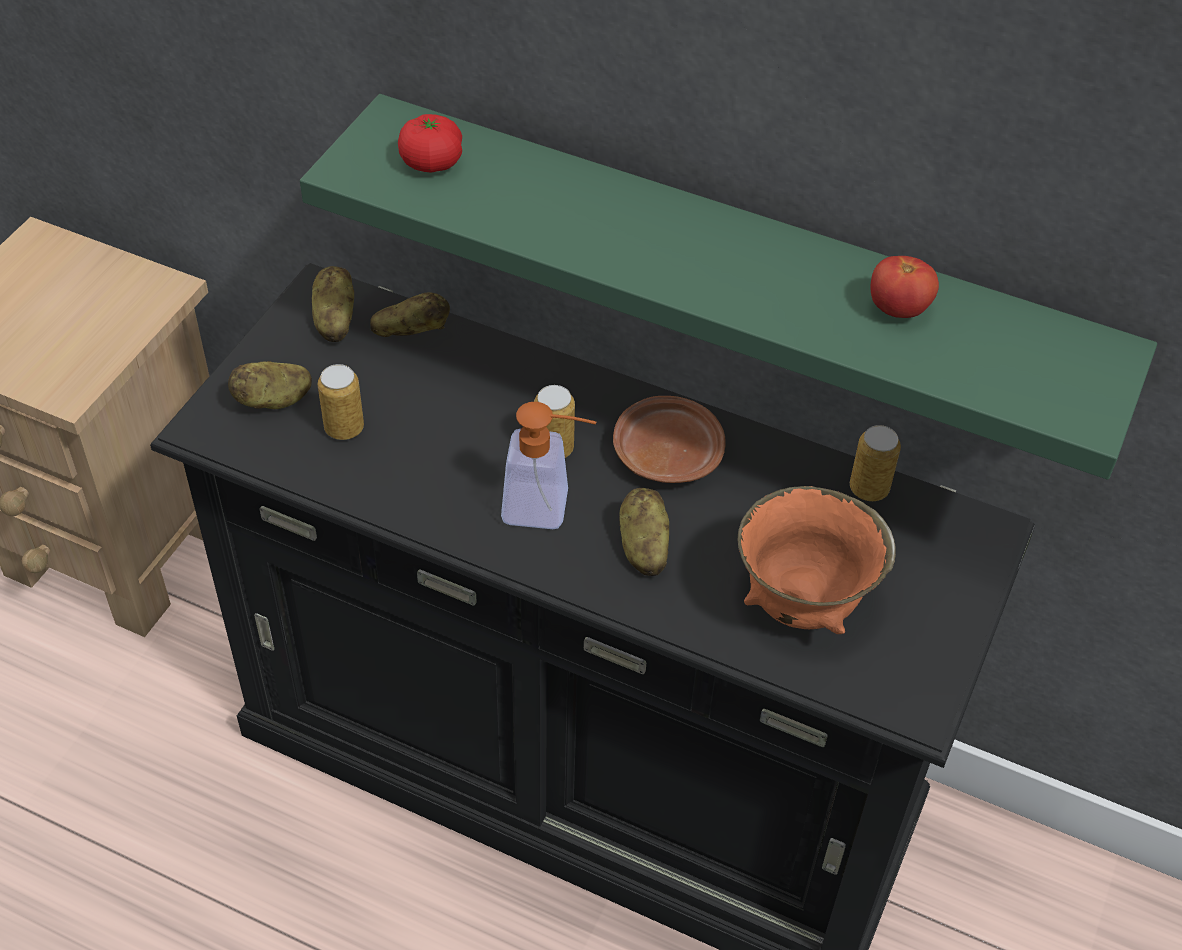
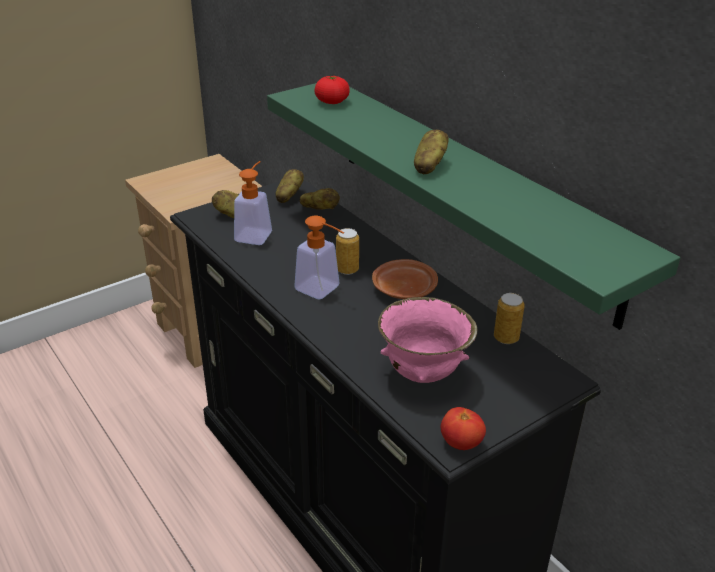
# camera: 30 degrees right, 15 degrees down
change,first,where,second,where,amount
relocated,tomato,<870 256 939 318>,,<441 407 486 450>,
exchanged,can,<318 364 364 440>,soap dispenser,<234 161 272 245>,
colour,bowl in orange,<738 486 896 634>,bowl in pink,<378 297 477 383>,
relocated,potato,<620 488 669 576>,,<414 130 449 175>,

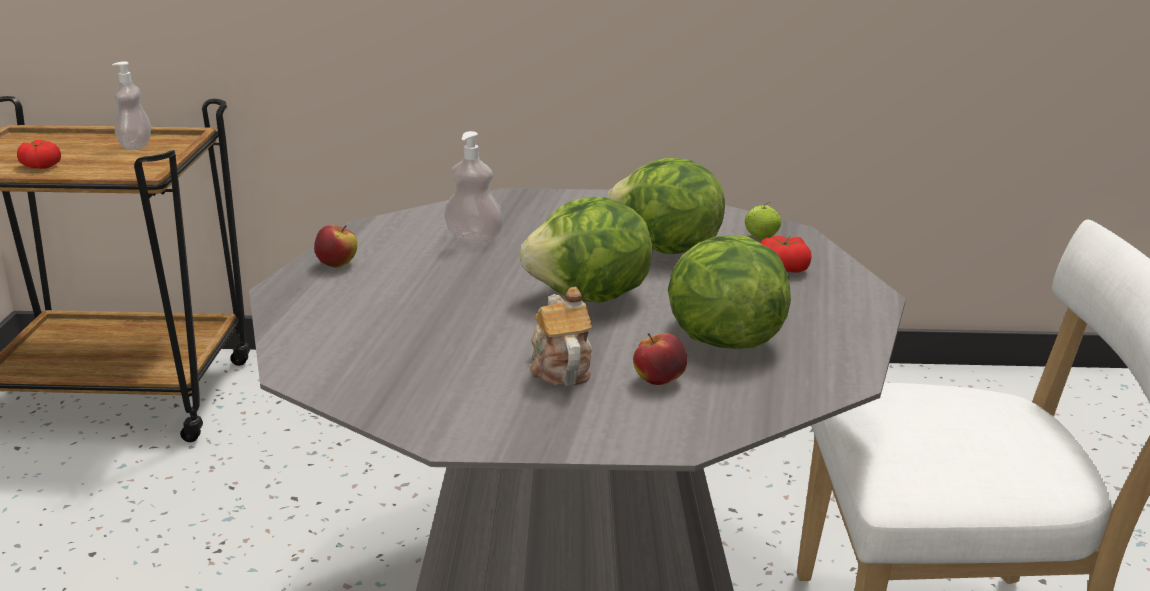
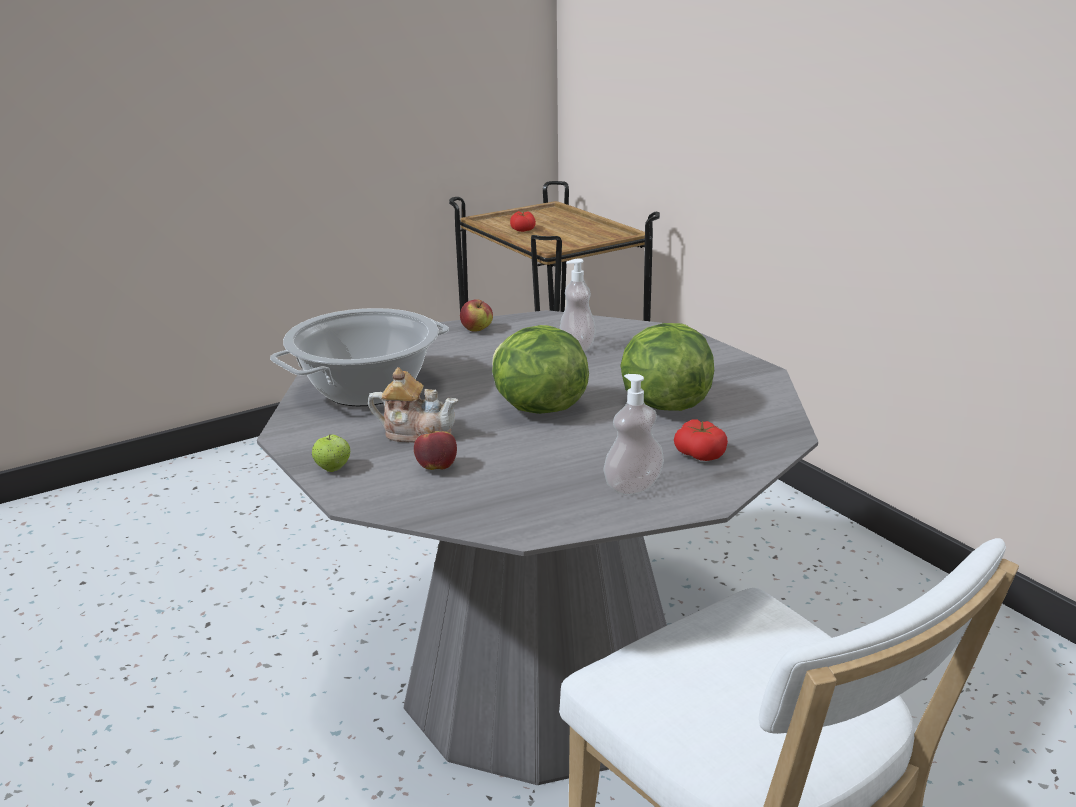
# camera: 55 degrees right, 0 degrees up
change,first,where,second,where,amount
relocated,soap dispenser,<112 61 151 150>,,<603 374 664 495>,
relocated,apple,<745 202 781 240>,,<312 434 350 472>,
missing,lettuce,<668 235 791 349>,,,
spun,teapot,<530 287 592 386>,,<368 367 458 443>,60 degrees clockwise
appeared,,,cooking pot,<270 308 449 406>,

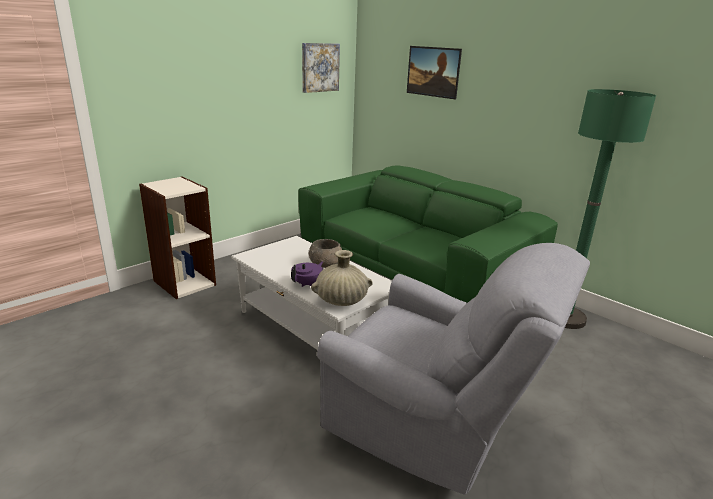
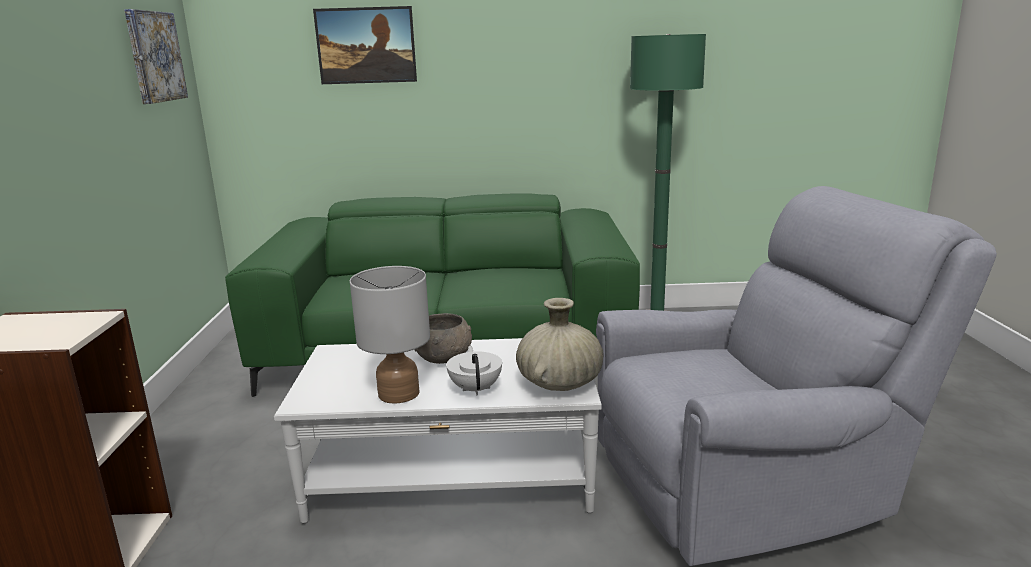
# camera: 45 degrees left, 5 degrees down
change,first,where,second,where,amount
colour,teapot in purple,<291 261 323 287>,teapot in white,<446 346 502 396>,
appeared,,,table lamp in grey,<350 266 430 403>,

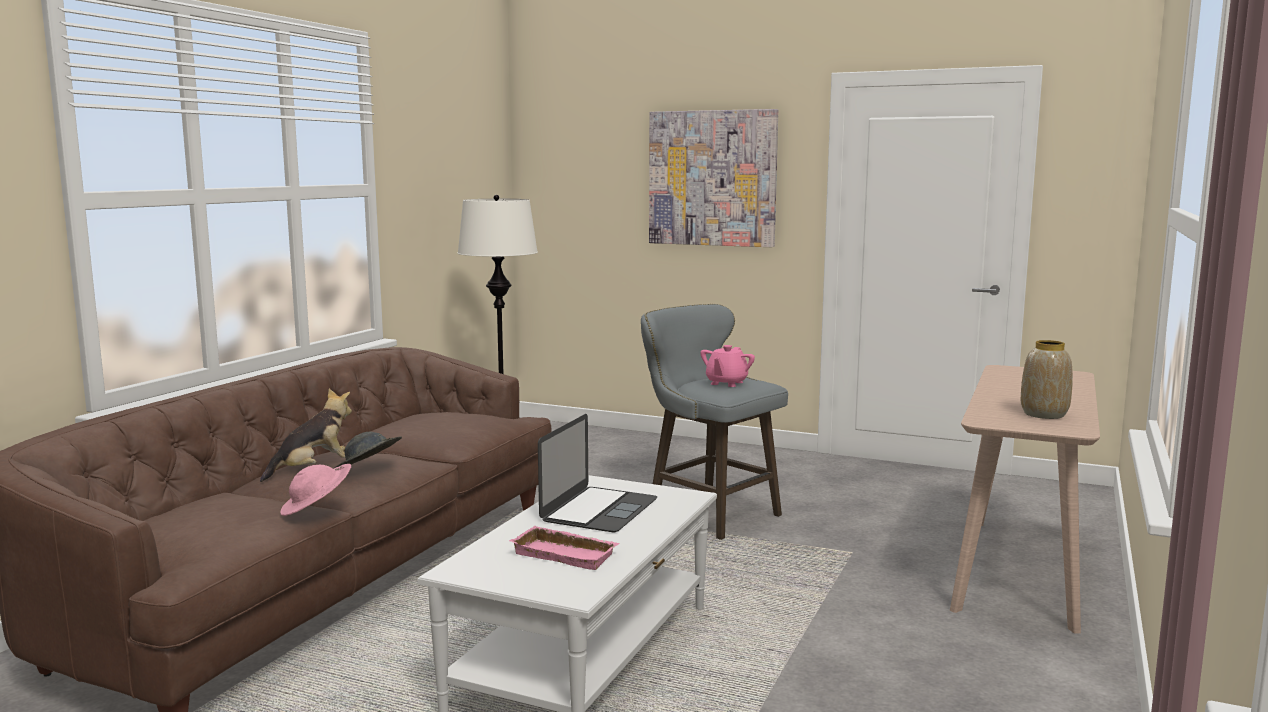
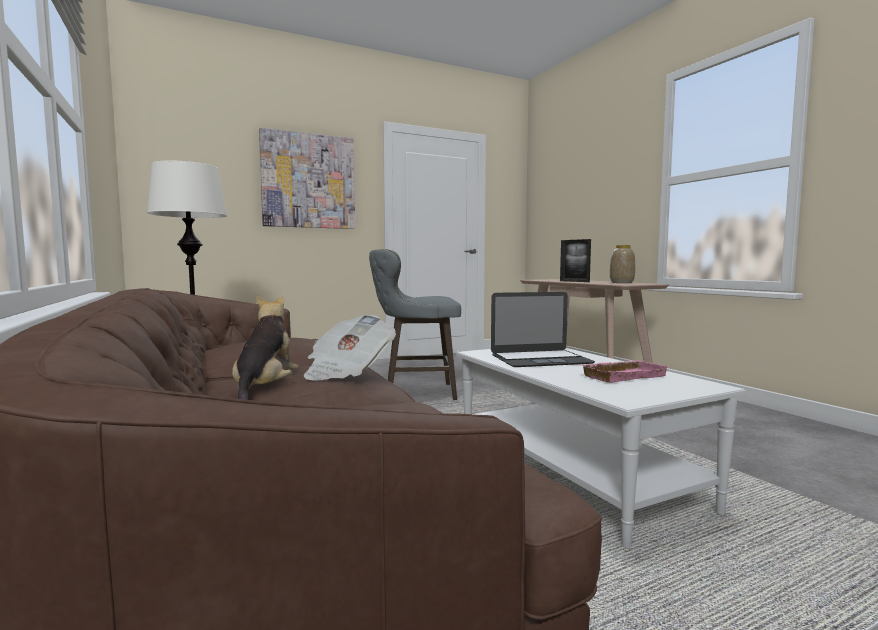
# camera: 50 degrees left, 5 degrees down
change,first,where,second,where,amount
missing,teapot in pink,<700 345 755 387>,,,
spun,laptop,<538 414 657 532>,,<491 292 595 367>,105 degrees clockwise
exchanged,hat in grey,<334 432 402 468>,newspaper,<304 315 396 381>,
missing,hat in pink,<281 464 351 516>,,,
appeared,,,picture frame,<560 239 591 282>,

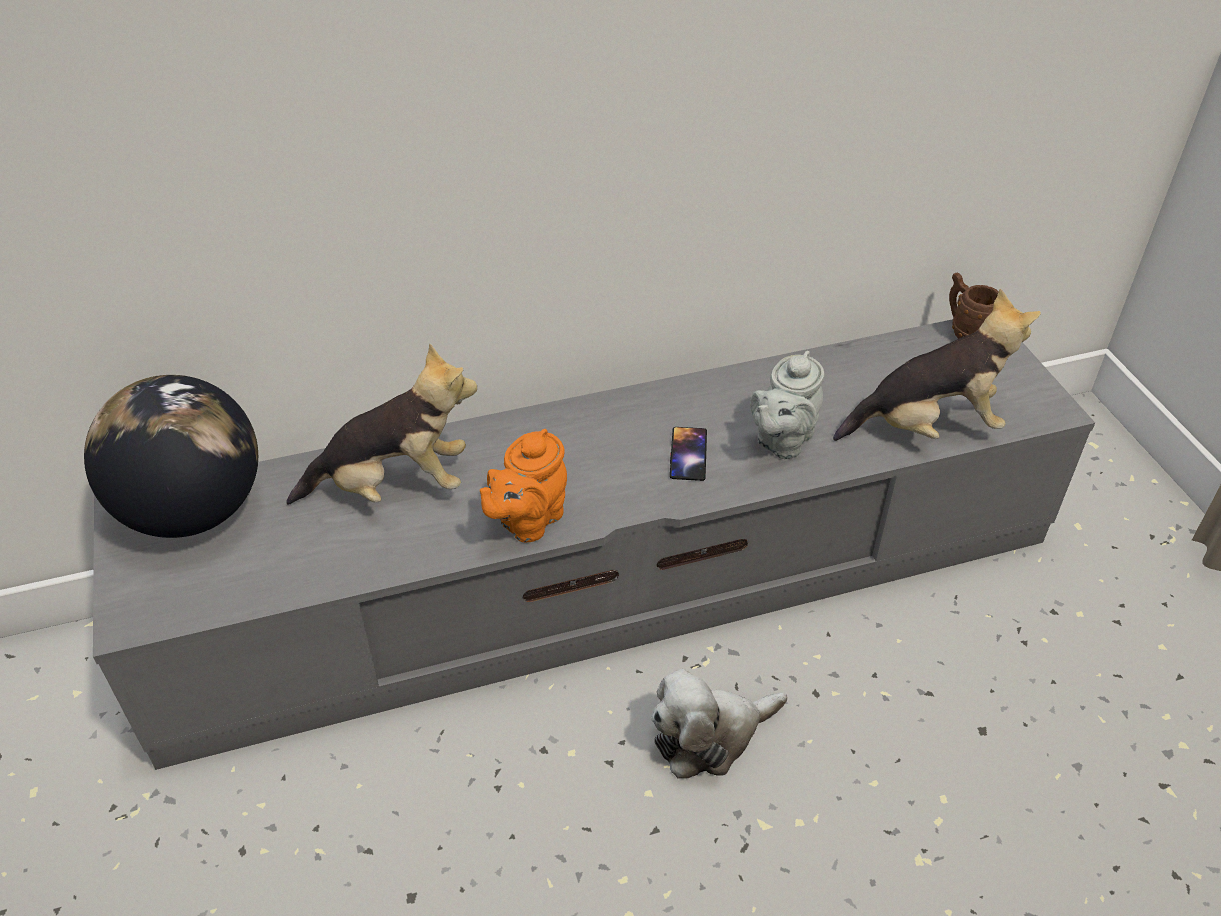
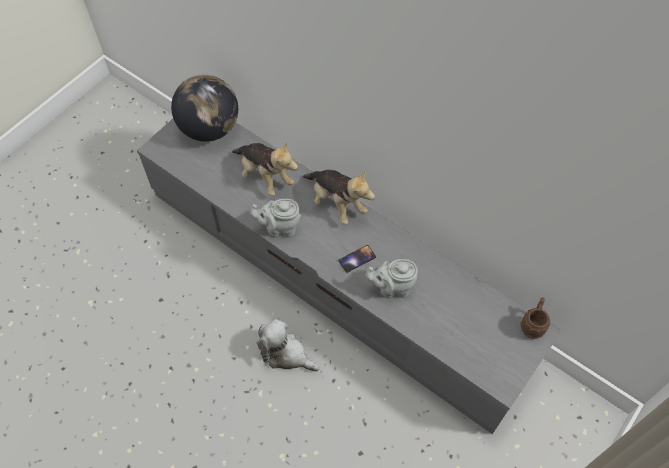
# camera: 55 degrees right, 15 degrees up
change,first,where,second,where,amount
relocated,plush toy,<833 289 1041 441>,,<303 170 375 224>,
colour,teapot in orange,<480 429 567 542>,teapot in grey,<250 199 301 237>,

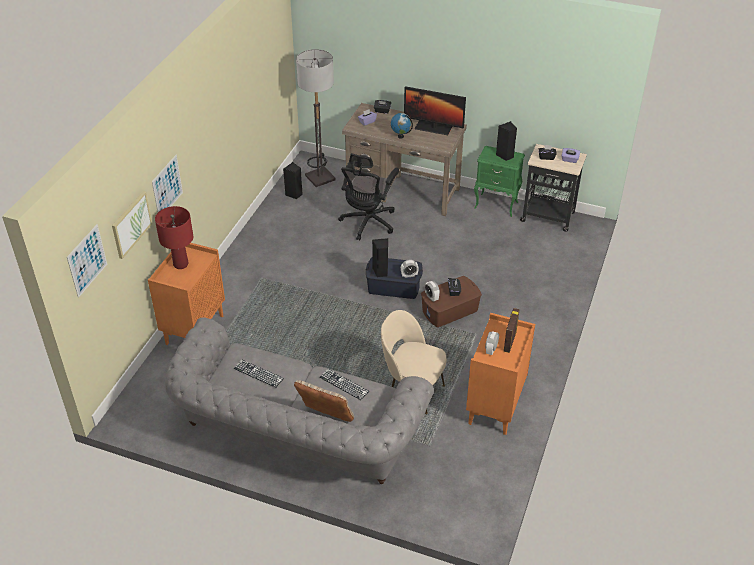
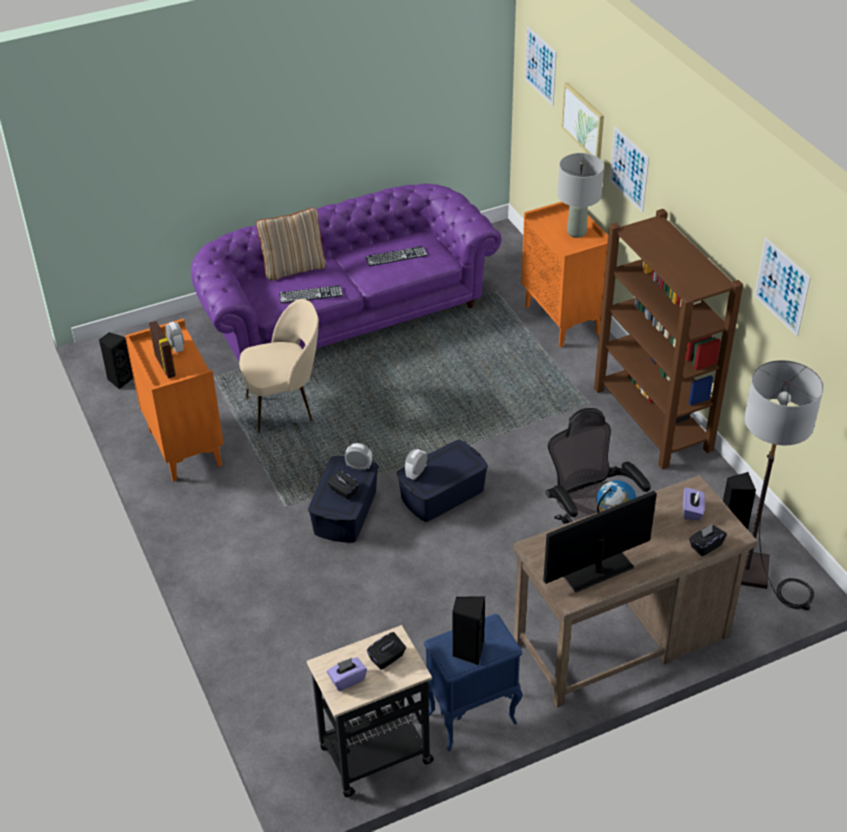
# camera: 135 degrees right, 0 degrees up
change,first,where,second,where,amount
colour,nightstand in green,<474 146 525 217>,nightstand in blue,<424 614 523 752>,
colour,table lamp in red,<155 206 193 269>,table lamp in grey,<558 153 604 238>,
relocated,speaker in black,<372 238 388 278>,,<99 332 134 389>,
colour,storage box in brown,<421 276 482 327>,storage box in blue,<308 456 379 543>,
colour,sofa in grey,<165 318 434 484>,sofa in purple,<191 184 501 361>,
appeared,,,bookcase in brown,<594 209 743 469>,
appeared,,,picture,<754 237 811 336>,

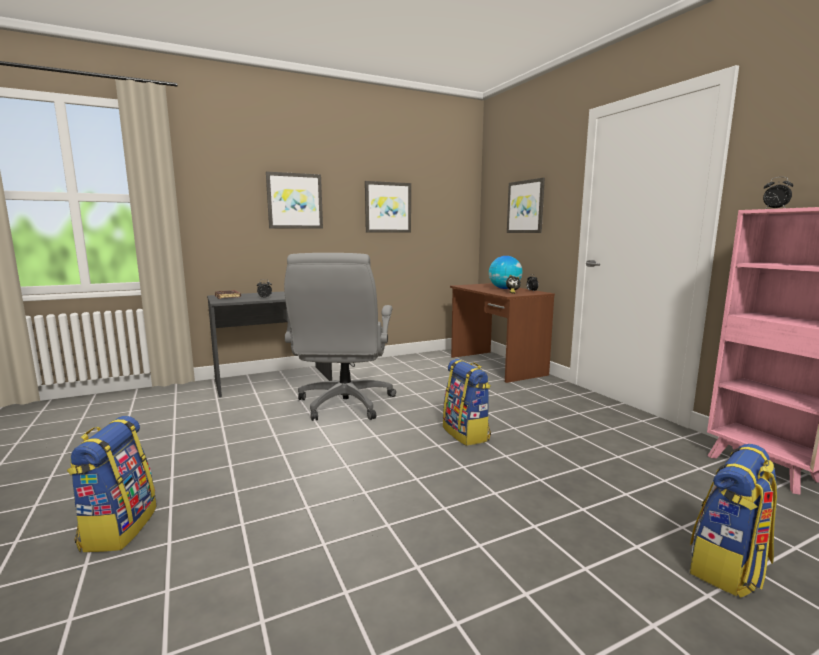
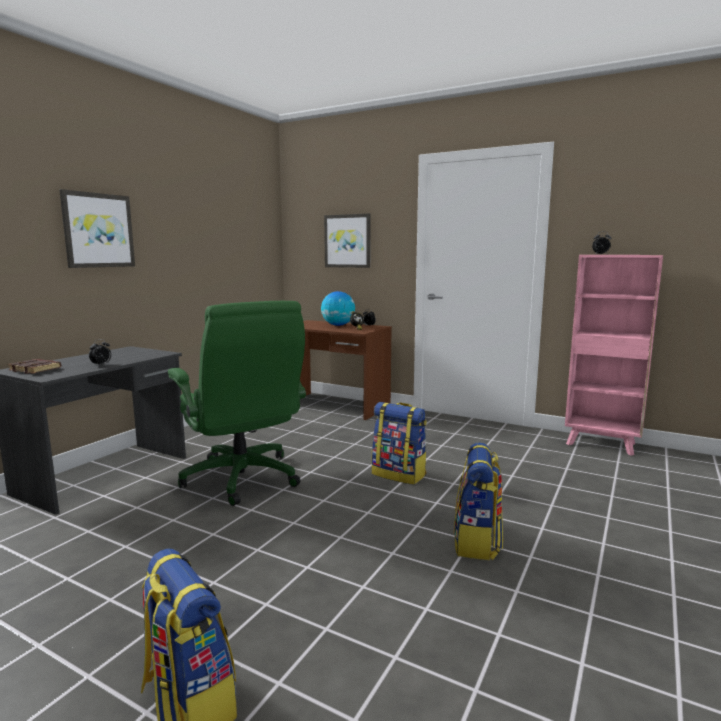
# camera: 35 degrees left, 0 degrees up
change,first,where,second,where,amount
missing,picture,<365 181 411 232>,,,
colour,office chair in grey,<284 253 396 421>,office chair in green,<168 301 306 506>,
relocated,backpack,<690 444 778 598>,,<454 443 503 560>,

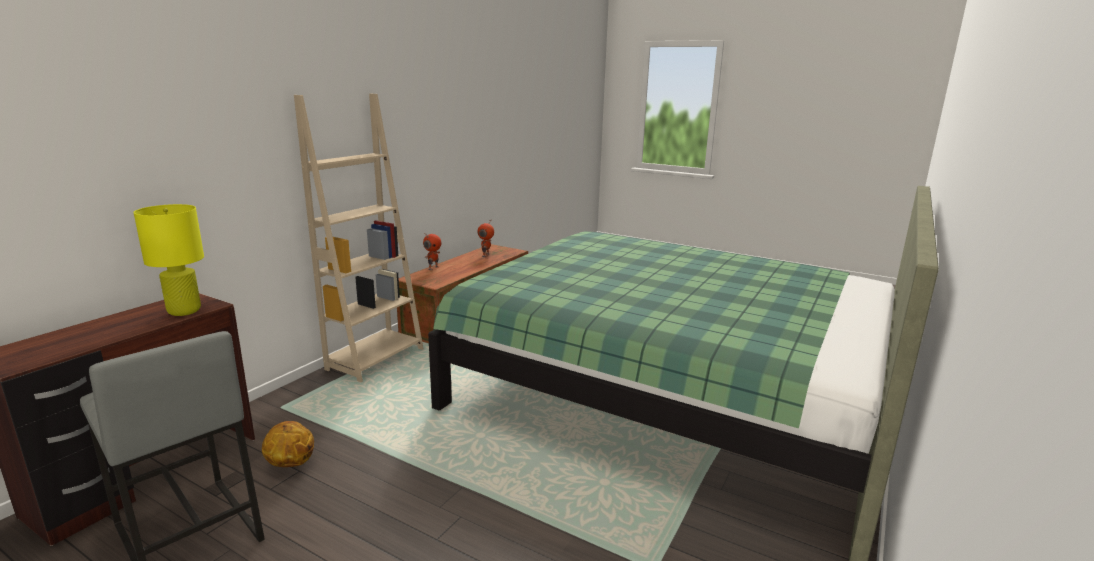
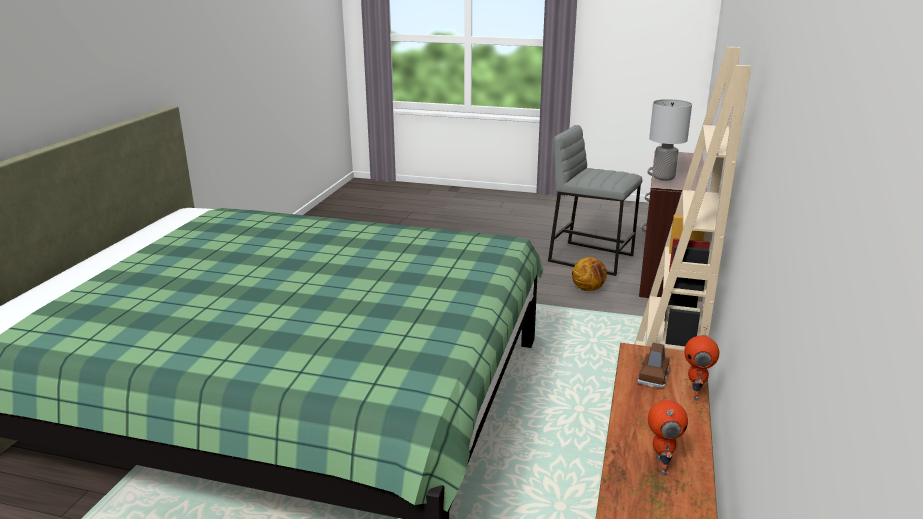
# camera: 165 degrees right, 5 degrees up
change,first,where,second,where,amount
colour,table lamp in yellow,<133 204 204 316>,table lamp in grey,<649 99 692 181>,
appeared,,,toy car in brown,<637 343 670 388>,

